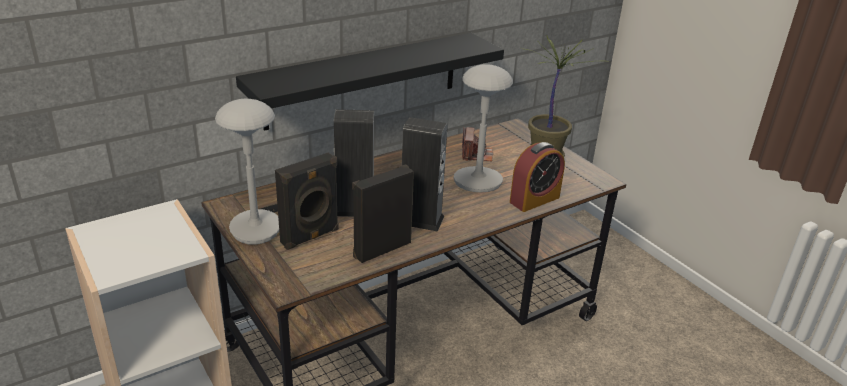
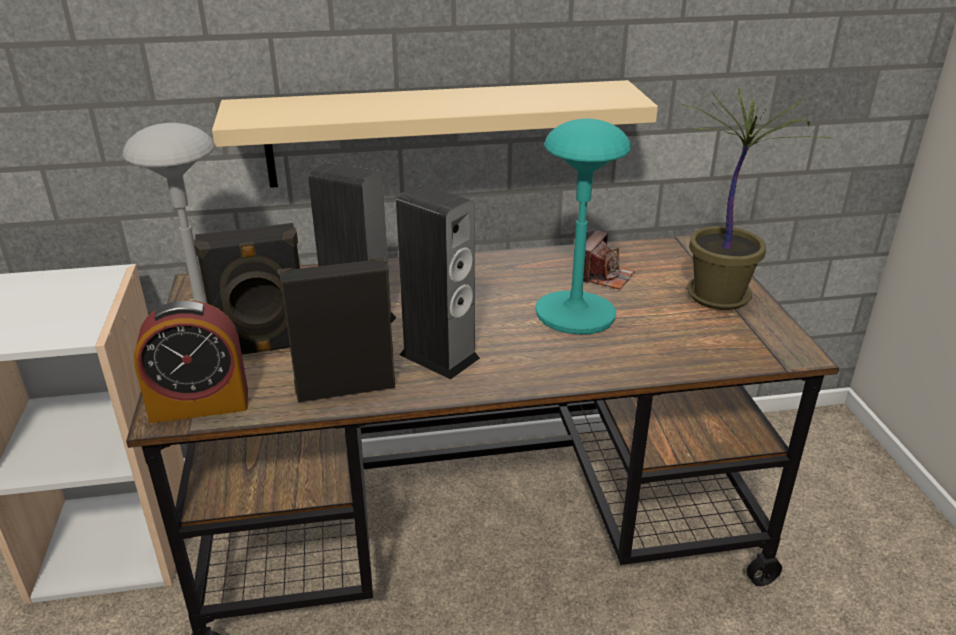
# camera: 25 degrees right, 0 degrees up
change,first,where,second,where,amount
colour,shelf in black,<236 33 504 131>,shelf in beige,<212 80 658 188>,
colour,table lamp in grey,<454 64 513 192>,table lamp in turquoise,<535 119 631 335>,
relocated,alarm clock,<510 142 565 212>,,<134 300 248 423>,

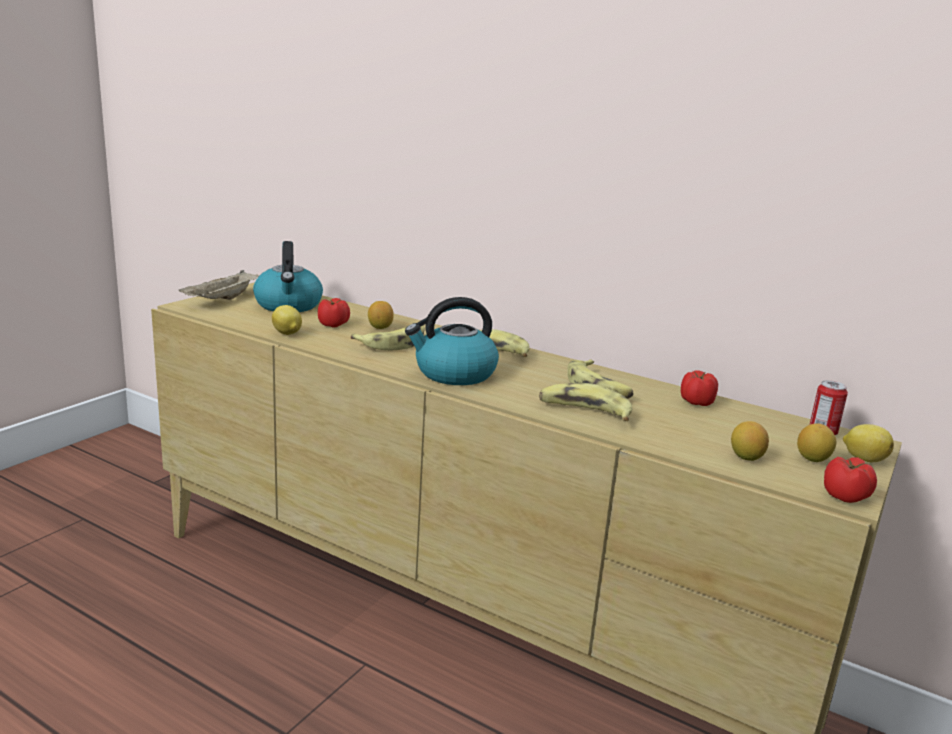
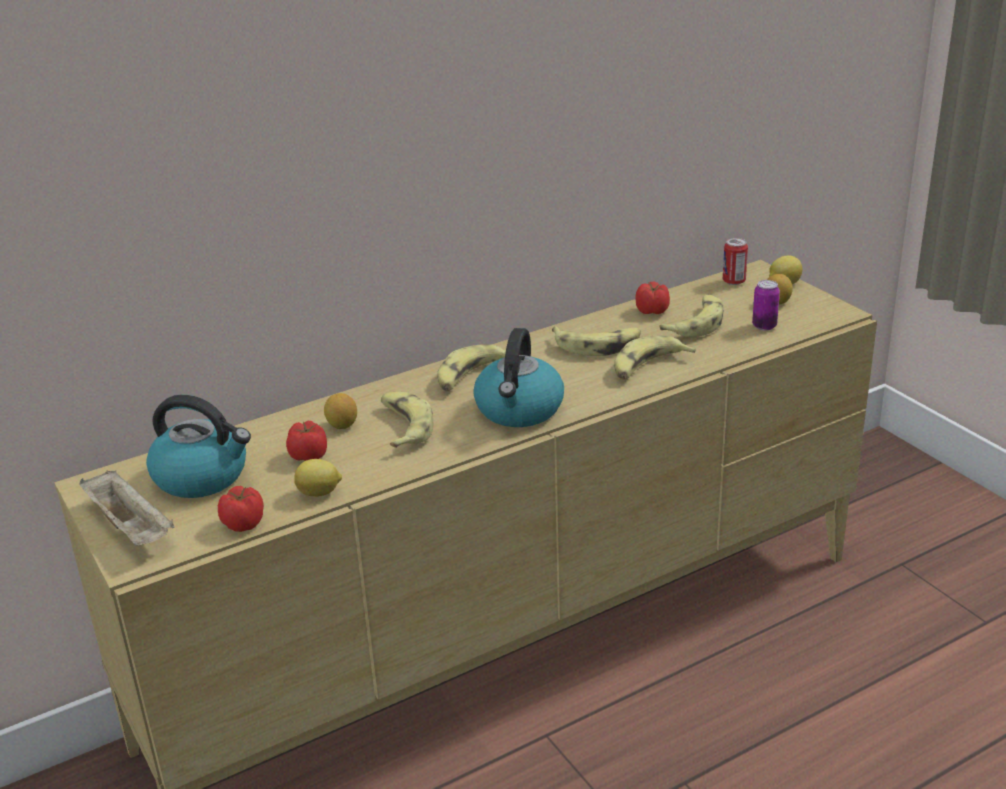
# camera: 60 degrees left, 10 degrees up
change,first,where,second,where,amount
exchanged,lemon,<731 421 769 461>,can,<752 280 780 330>,
relocated,tomato,<824 457 877 503>,,<218 486 264 532>,
appeared,,,banana,<659 295 723 337>,

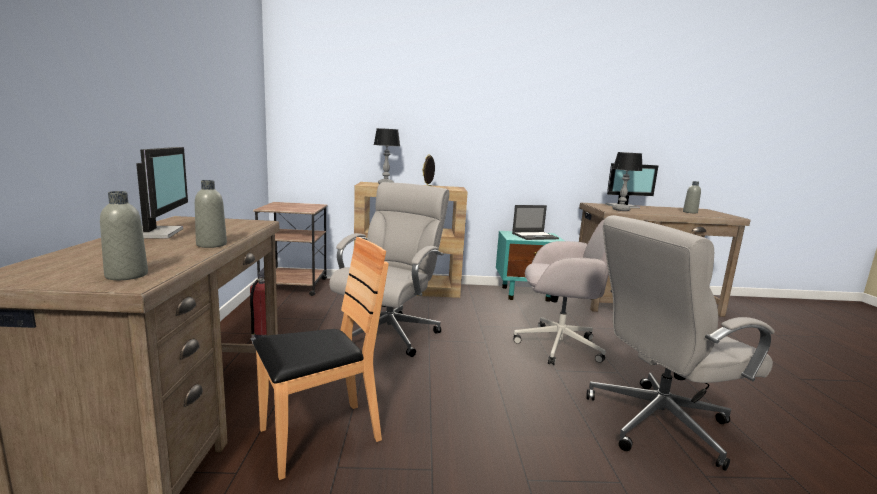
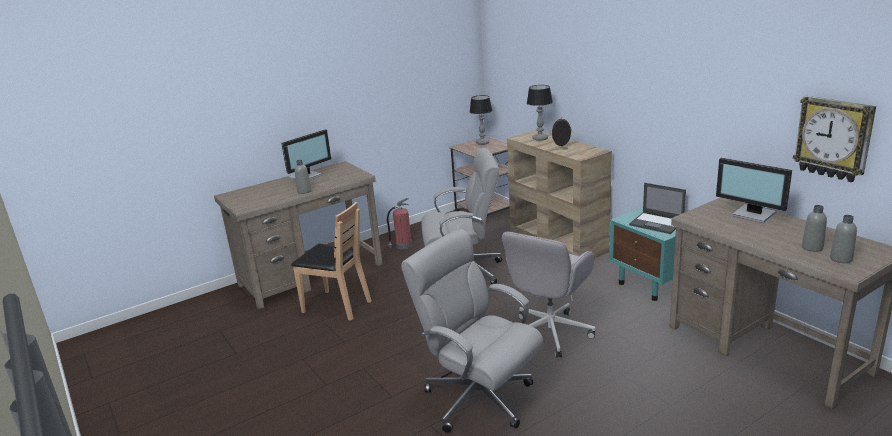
# camera: 60 degrees right, 10 degrees up
change,first,where,second,where,amount
relocated,table lamp,<613 152 642 211>,,<470 95 492 145>,
relocated,bottle in grey,<100 191 148 280>,,<830 215 857 263>,
spun,office chair in grey,<513 219 609 365>,,<502 232 595 358>,60 degrees clockwise
appeared,,,wall clock,<793 96 876 182>,

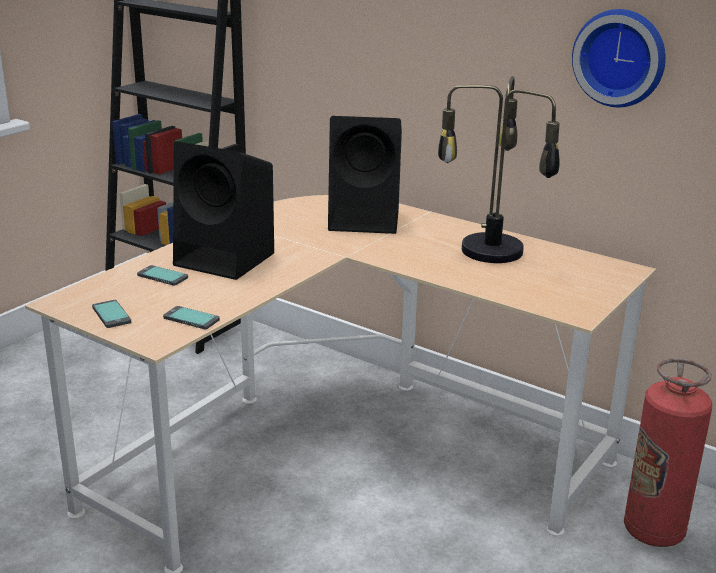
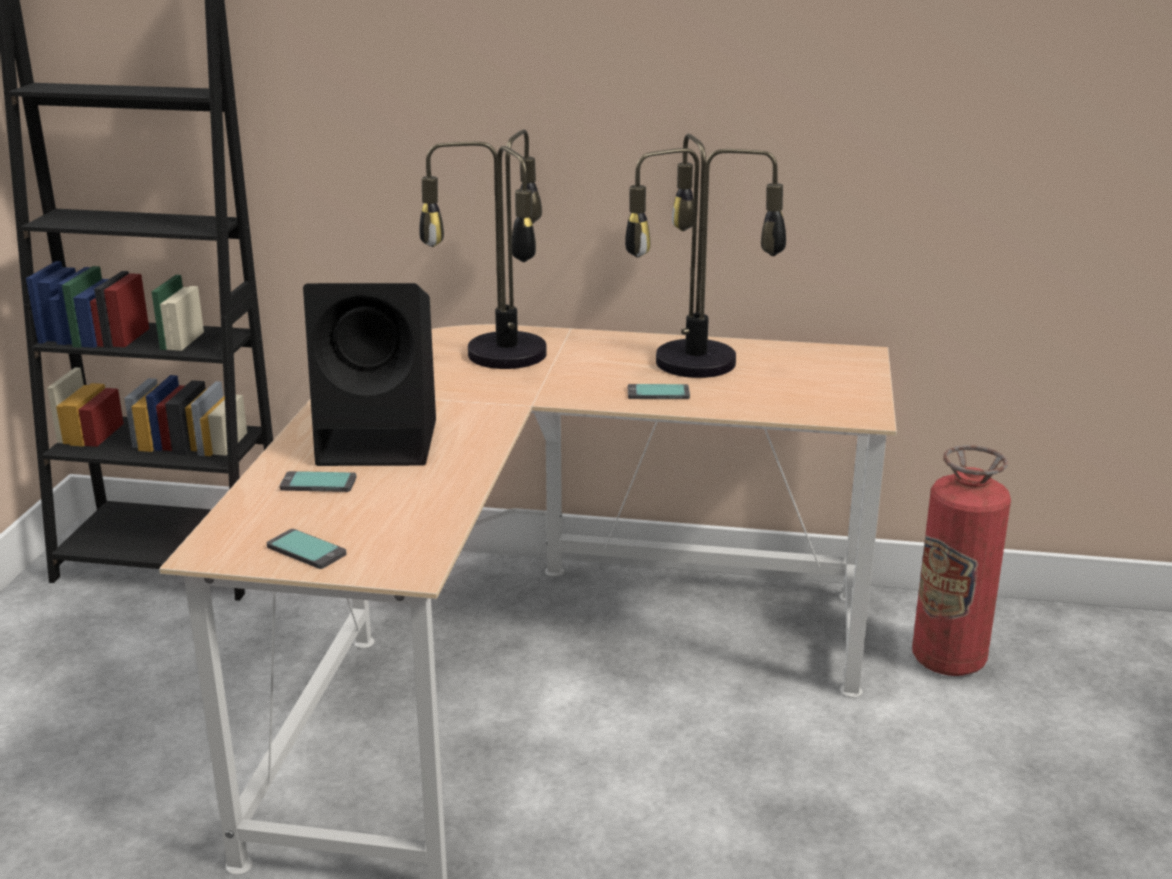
# camera: 25 degrees left, 0 degrees up
change,first,where,second,where,amount
missing,wall clock,<572 9 666 107>,,,
exchanged,speaker in black,<328 116 402 234>,table lamp,<419 129 547 369>,
relocated,phone,<163 306 220 329>,,<628 384 690 399>,

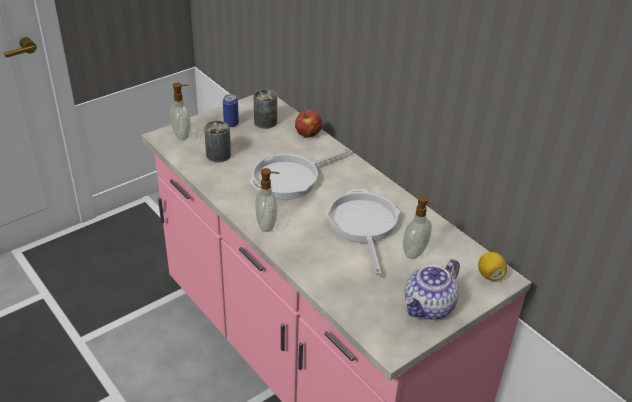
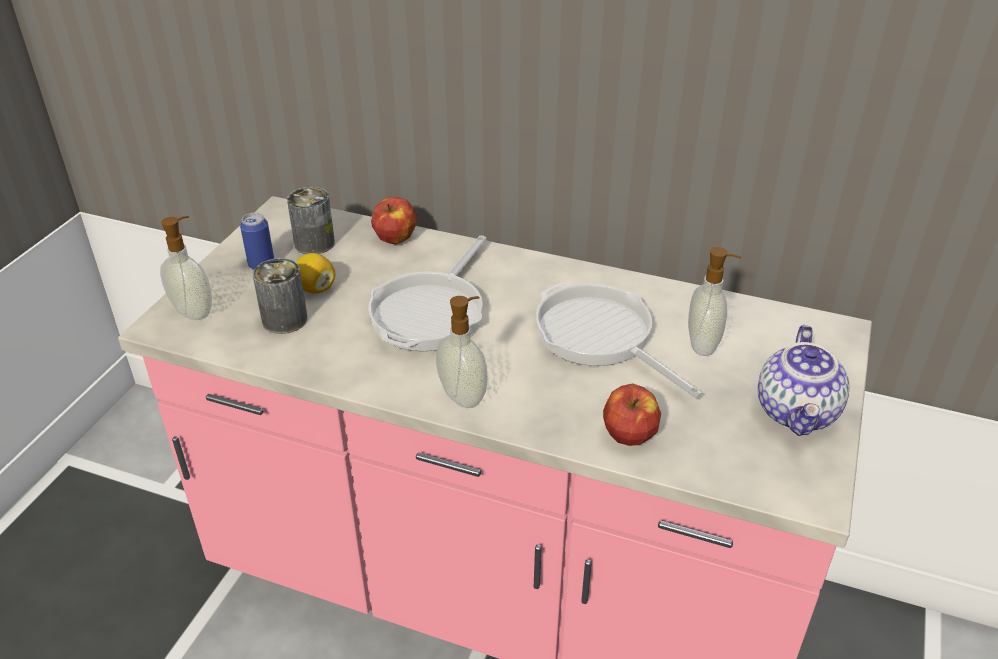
# camera: 30 degrees left, 0 degrees up
change,first,where,second,where,amount
relocated,lemon,<478 252 507 281>,,<296 253 335 294>,
appeared,,,apple,<603 383 661 446>,

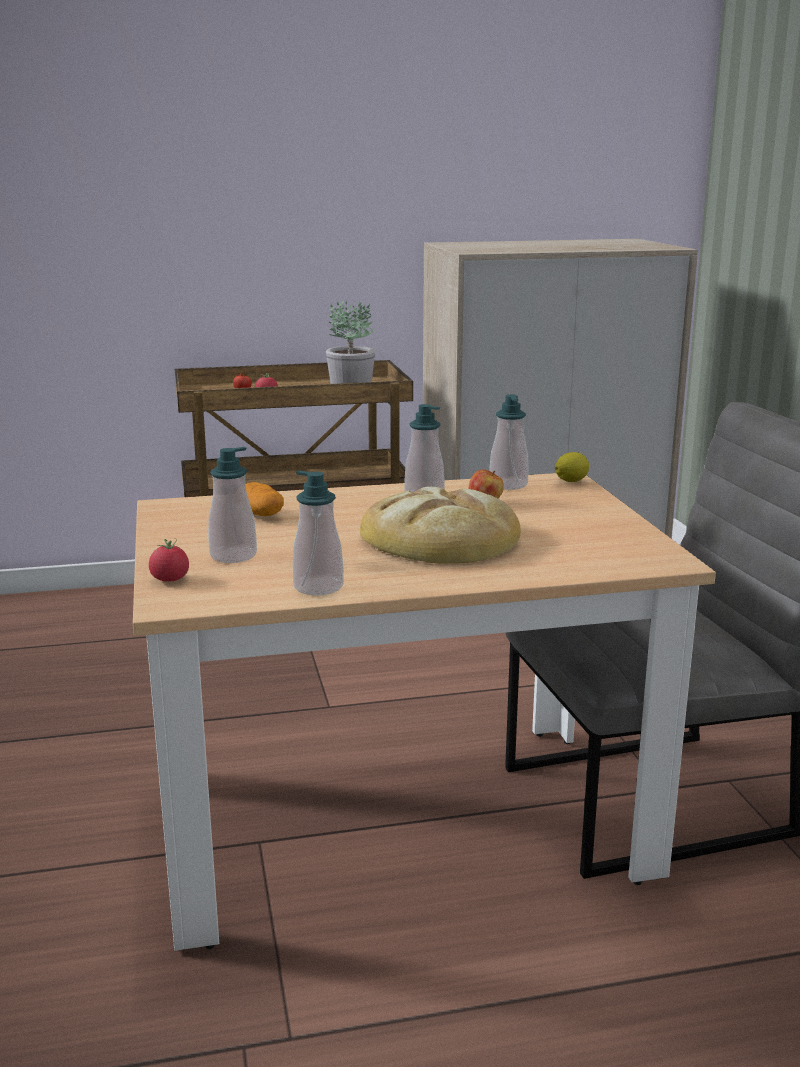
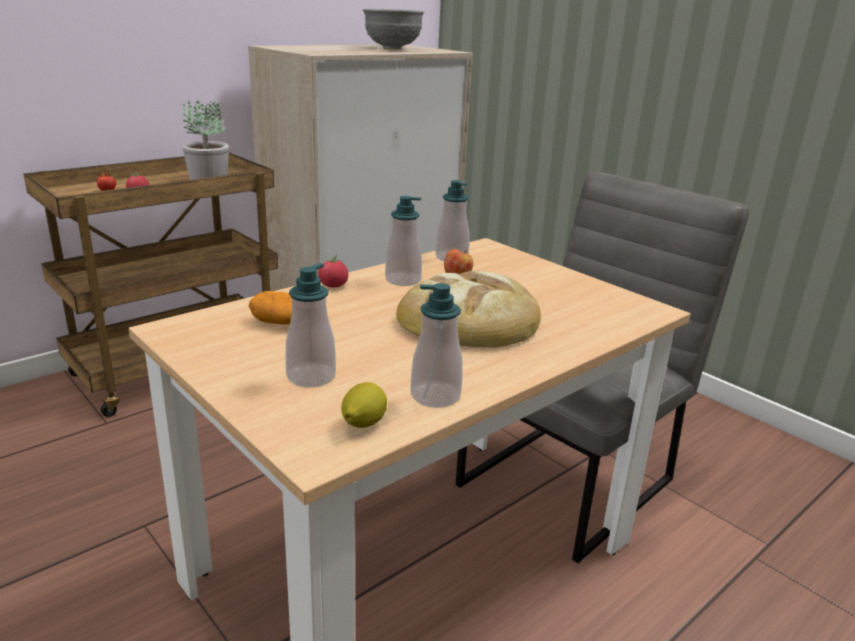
# camera: 30 degrees left, 5 degrees up
change,first,where,second,where,amount
relocated,lemon,<555 452 589 482>,,<341 382 387 428>,
relocated,tomato,<149 538 189 582>,,<318 254 348 287>,
appeared,,,bowl in grey,<363 9 424 49>,

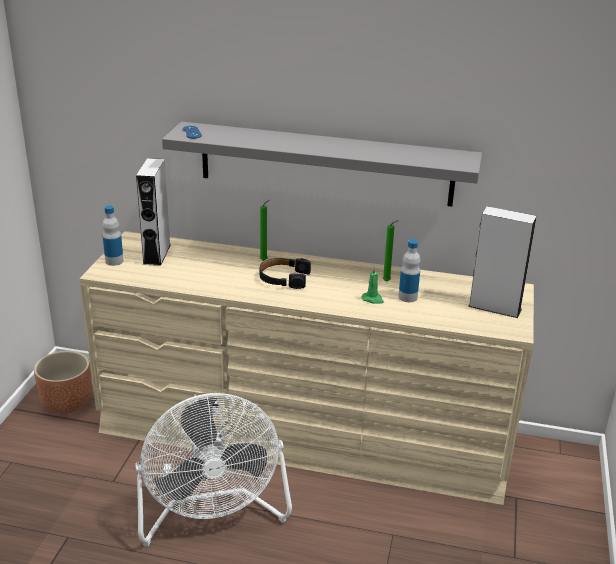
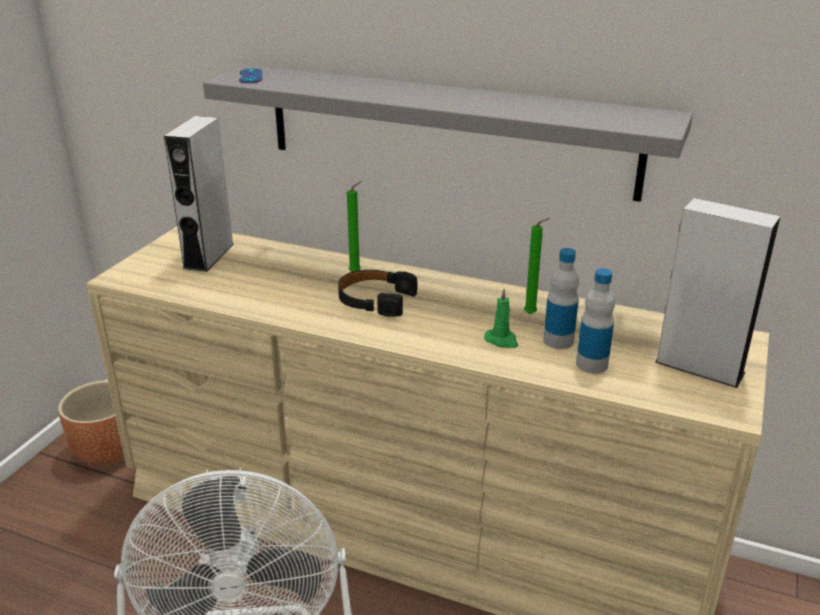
# camera: 10 degrees right, 0 degrees up
change,first,where,second,where,amount
relocated,bottle,<102 205 124 266>,,<576 268 615 374>,

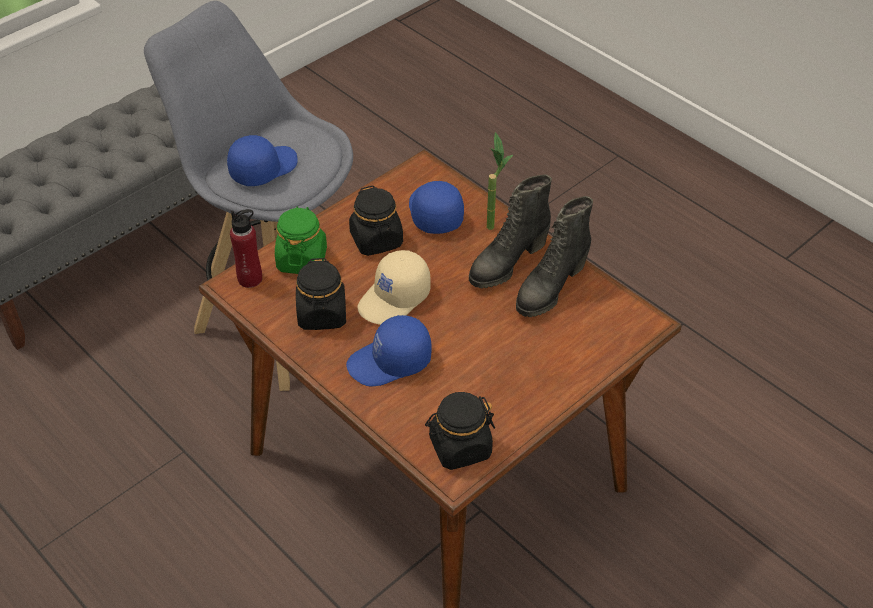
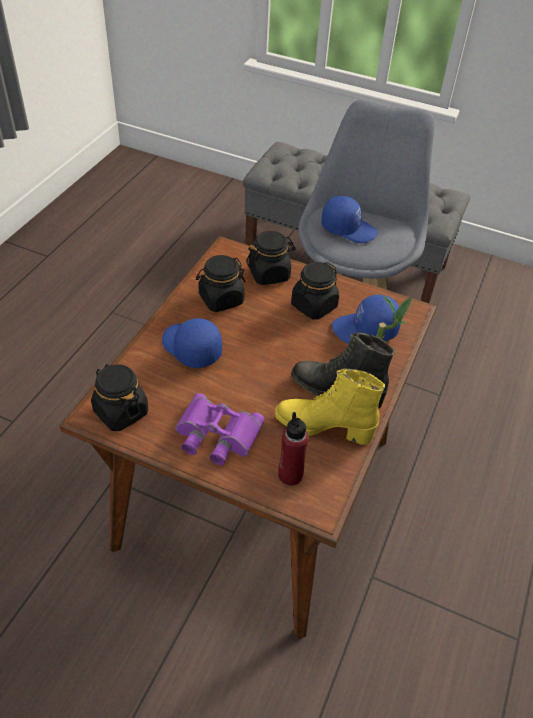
# camera: 65 degrees right, 0 degrees up
change,first,where,second,where,amount
spun,cap in blue,<409 181 464 234>,,<332 295 401 343>,150 degrees counterclockwise
colour,boot in black,<516 196 593 317>,boot in yellow,<275 369 385 445>,
colour,jar in green,<275 206 327 274>,jar in black,<246 231 296 285>,
relocated,bottle in red,<230 209 262 288>,,<278 412 309 486>,
missing,cap in beige,<357 250 431 325>,,,
appeared,,,binoculars in purple,<175 393 265 465>,

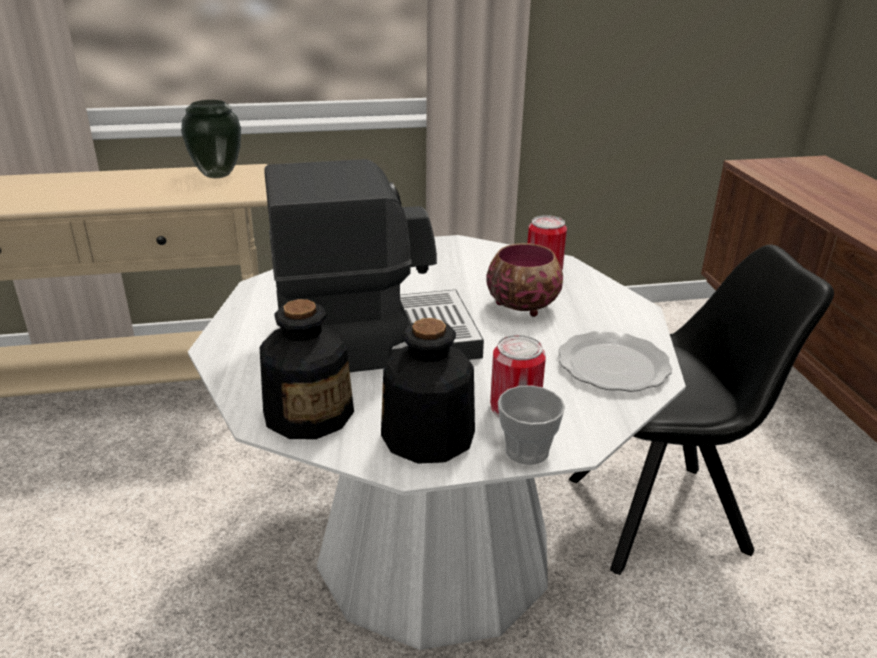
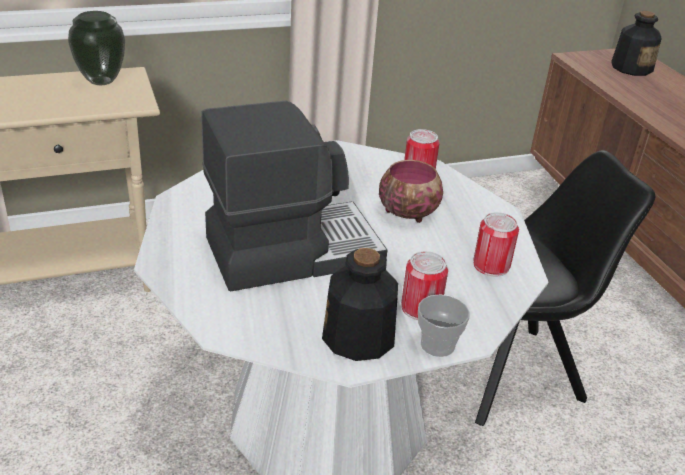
# camera: 10 degrees left, 5 degrees up
change,first,where,second,where,amount
relocated,bottle,<260 299 354 439>,,<611 11 662 76>,
exchanged,plate,<558 331 672 392>,can,<473 212 519 277>,

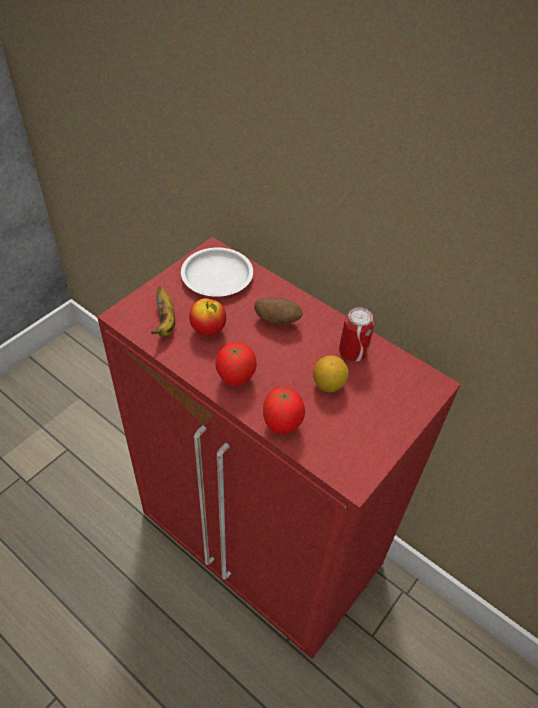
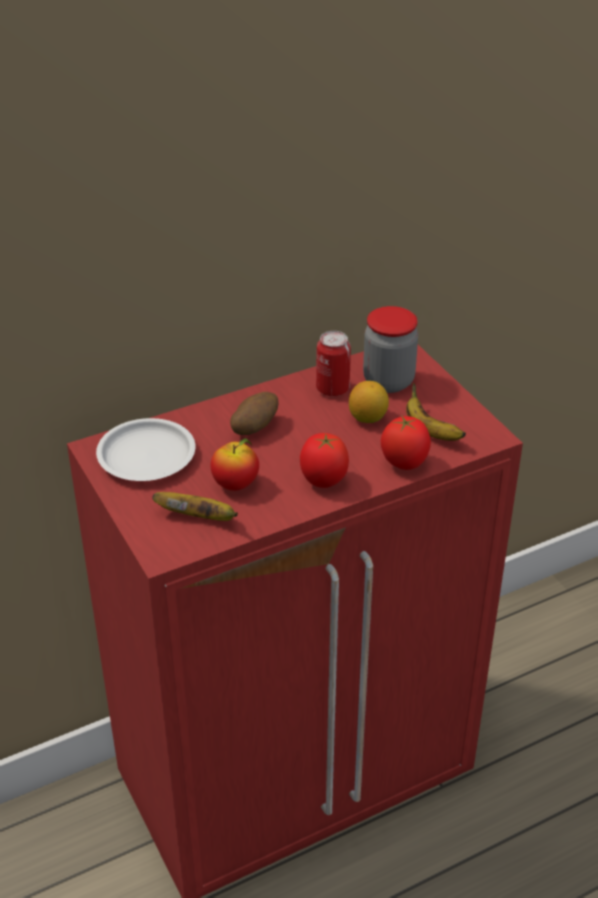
# camera: 65 degrees left, 10 degrees down
change,first,where,second,where,amount
appeared,,,jar,<363 306 418 393>,
appeared,,,banana,<406 383 466 441>,

